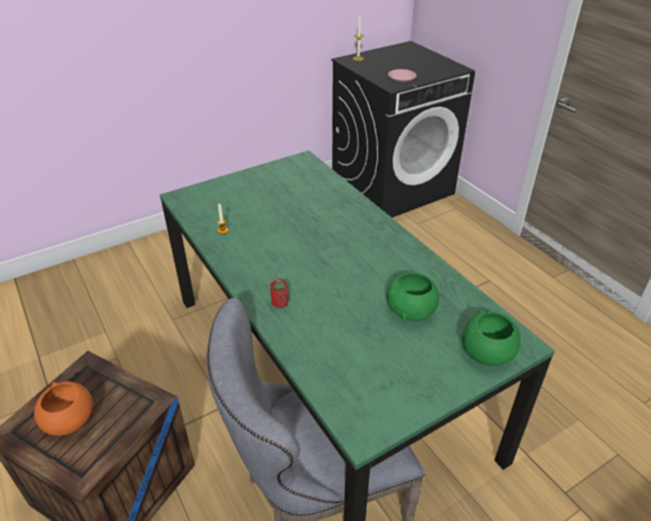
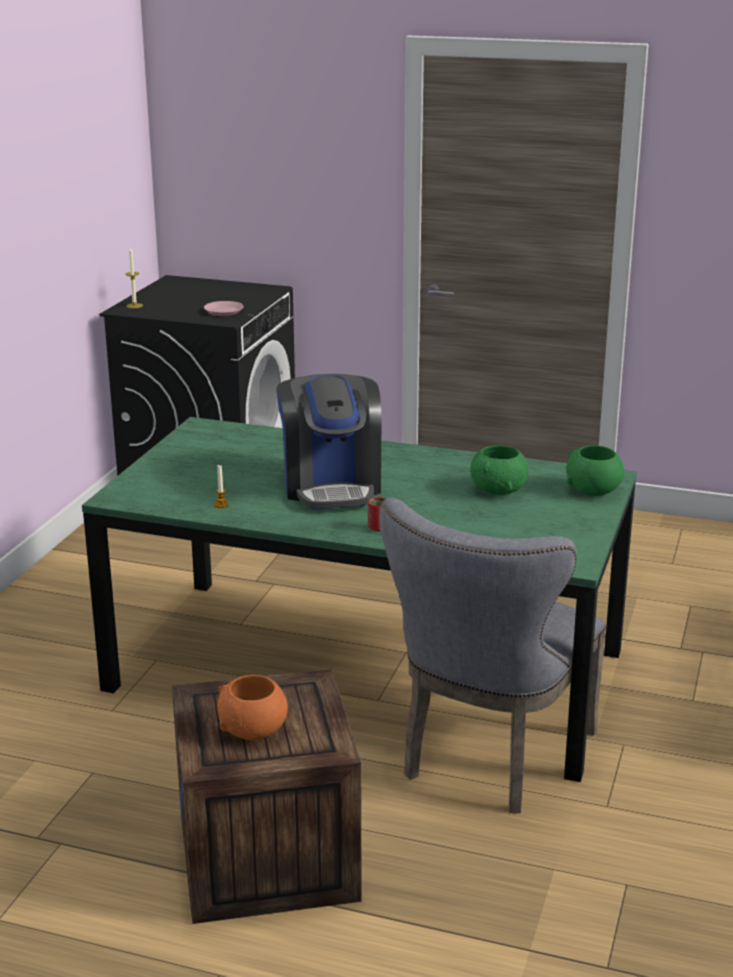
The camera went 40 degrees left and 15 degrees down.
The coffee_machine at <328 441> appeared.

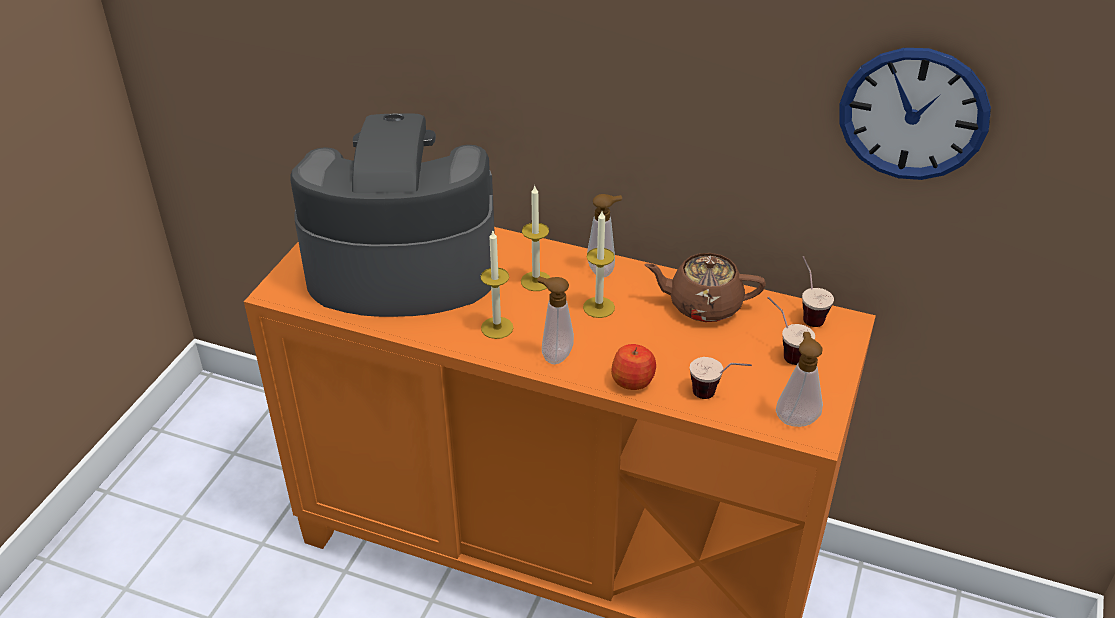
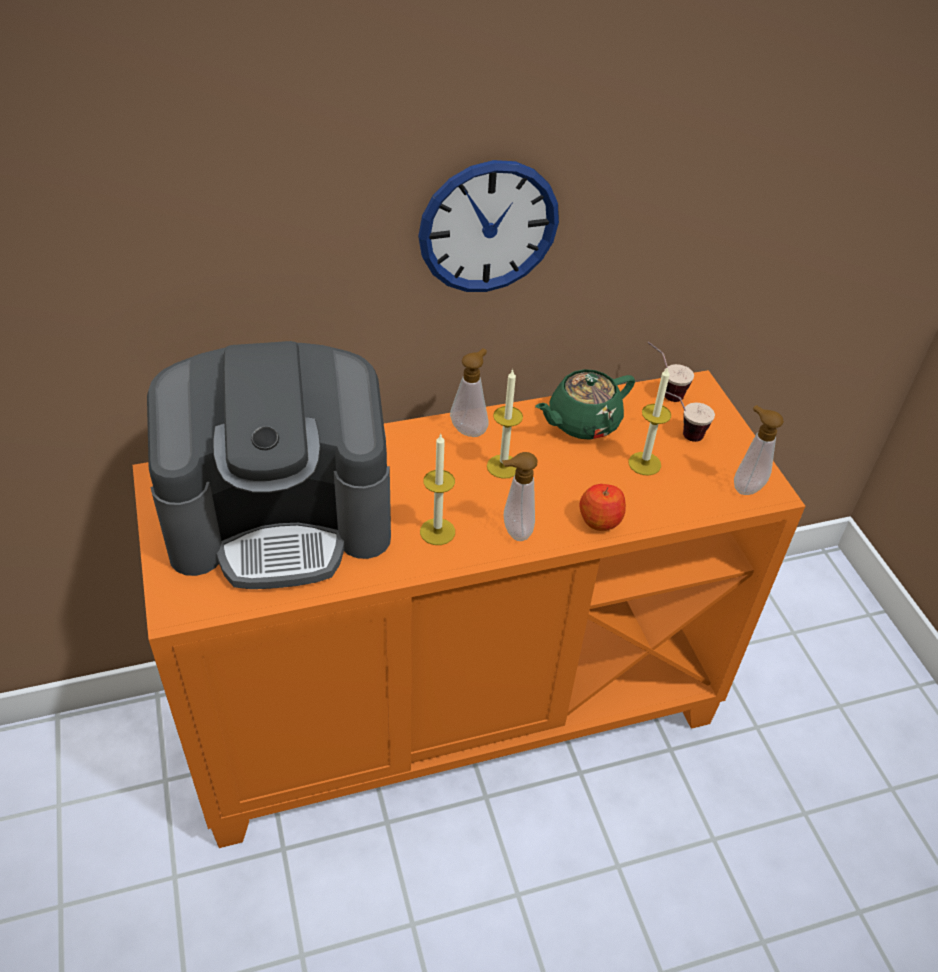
The camera went 40 degrees left and 5 degrees up.
The coffee_machine at <392 215> turned 150 degrees counterclockwise.
The candle moved from <536 238> to <649 421>.
The brown_teapot at <705 287> became the green_teapot at <585 404>.
The cup at <721 378> disappeared.
The wall_clock moved from <915 114> to <488 226>.

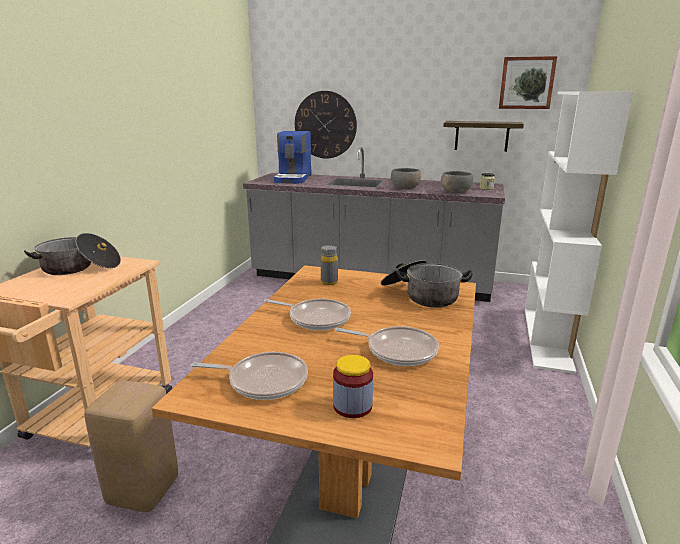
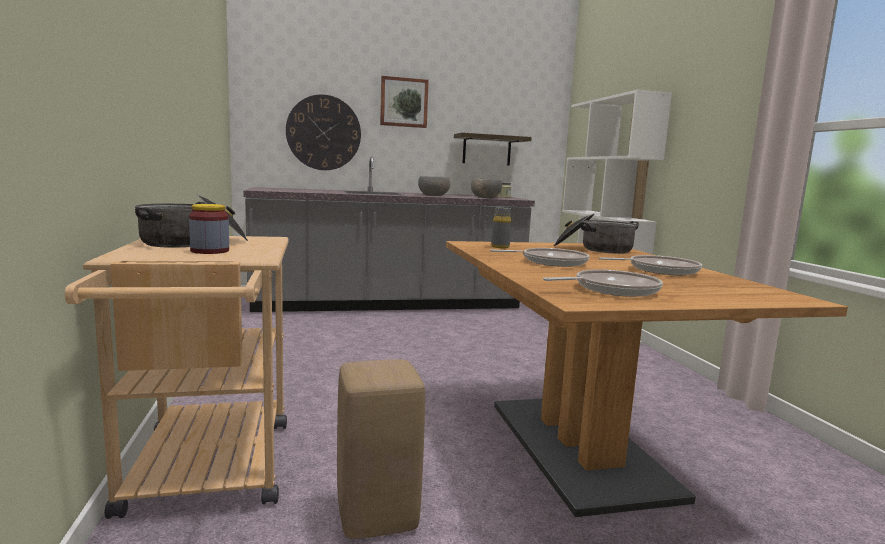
The camera went 30 degrees left and 10 degrees down.
The coffee_machine at <293 157> disappeared.
The jar moved from <353 386> to <209 229>.
The picture moved from <528 82> to <404 102>.

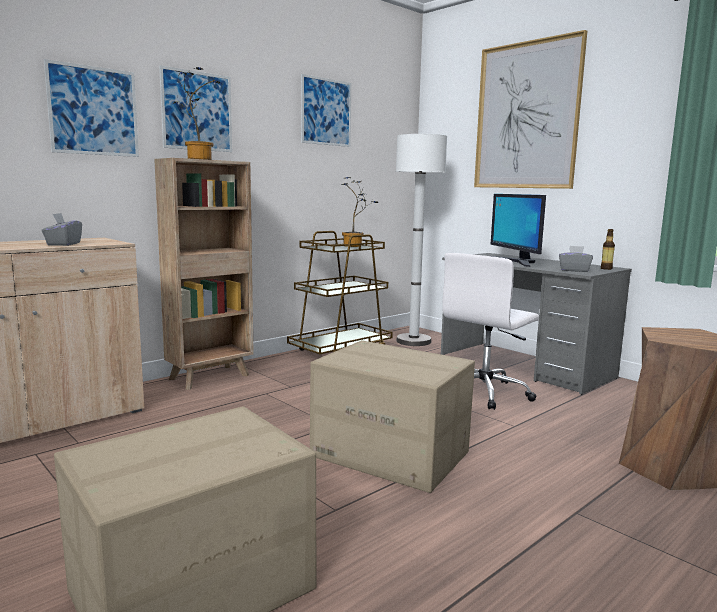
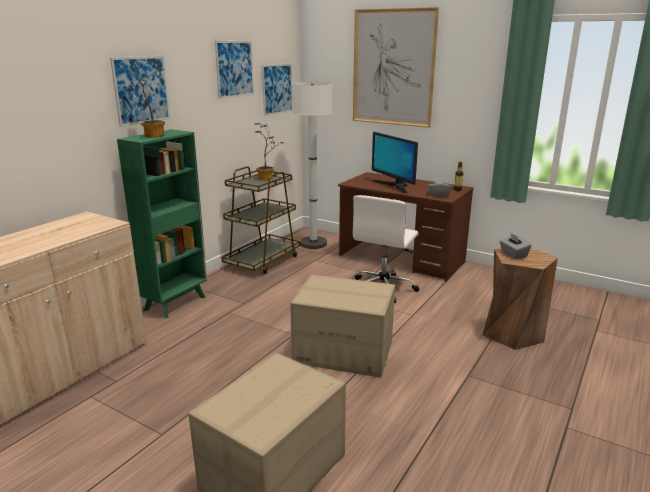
The camera went 15 degrees left and 10 degrees up.
The grey_tissue_box moved from <62 229> to <515 246>.
The picture moved from <91 108> to <277 89>.
The brown_bookcase at <204 274> became the green_bookcase at <162 223>.
The grey_desk at <536 324> became the brown_desk at <406 226>.

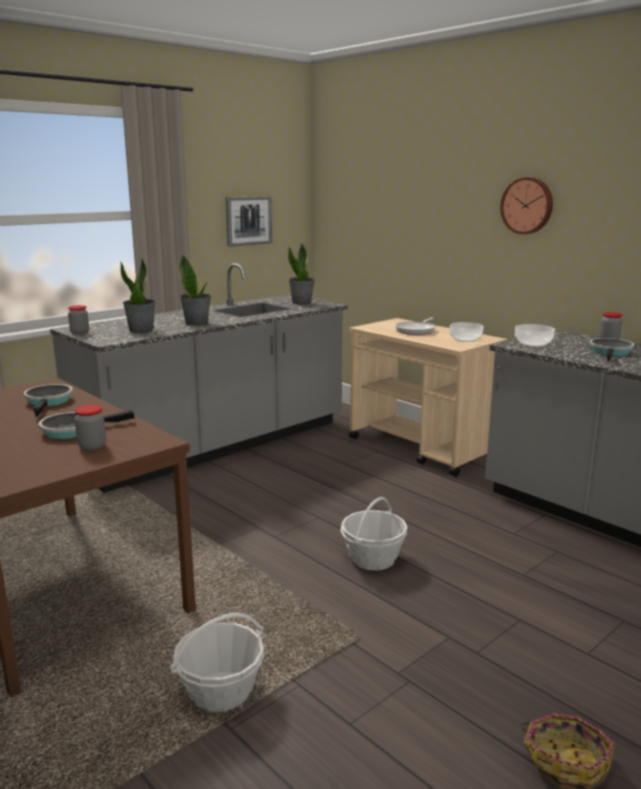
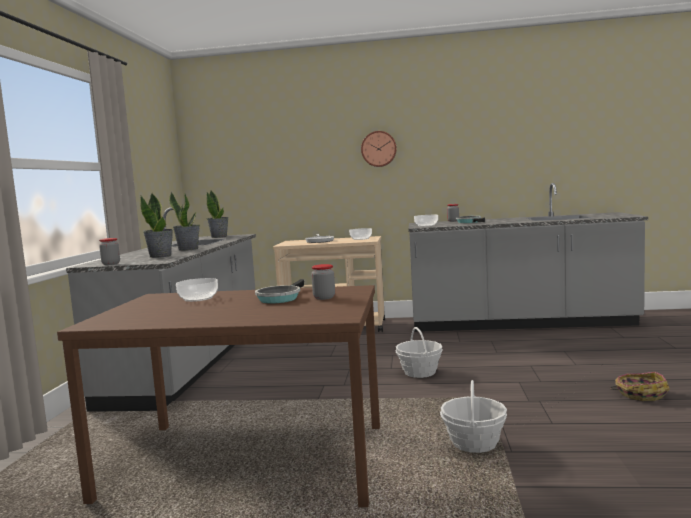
The camera went 40 degrees left and 10 degrees down.
The frying_pan at <48 400> was replaced by the bowl at <197 290>.
The picture at <249 221> disappeared.

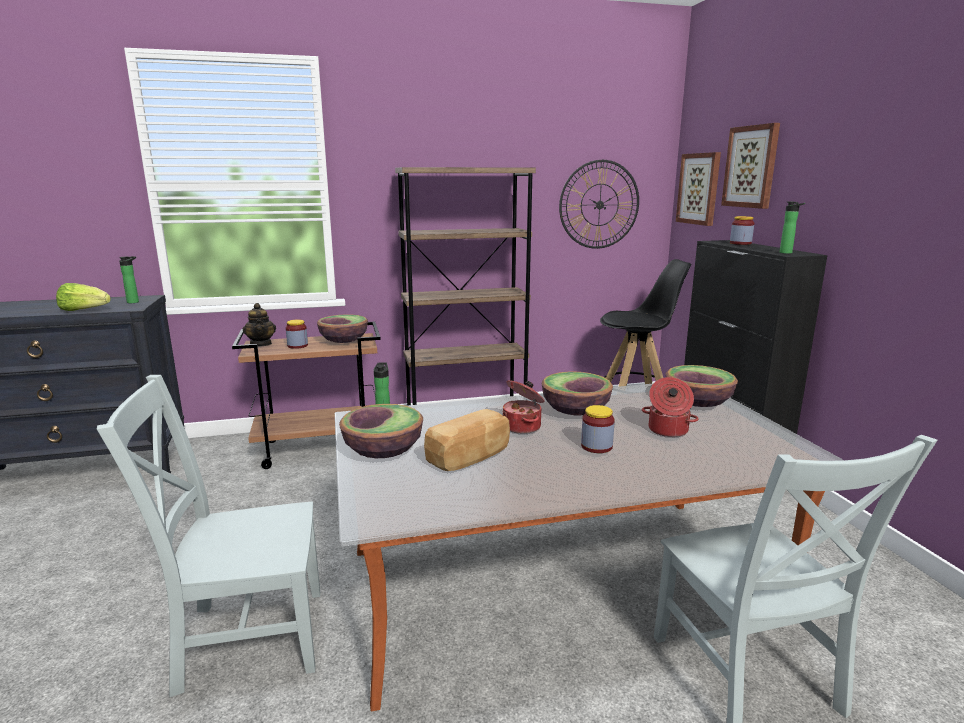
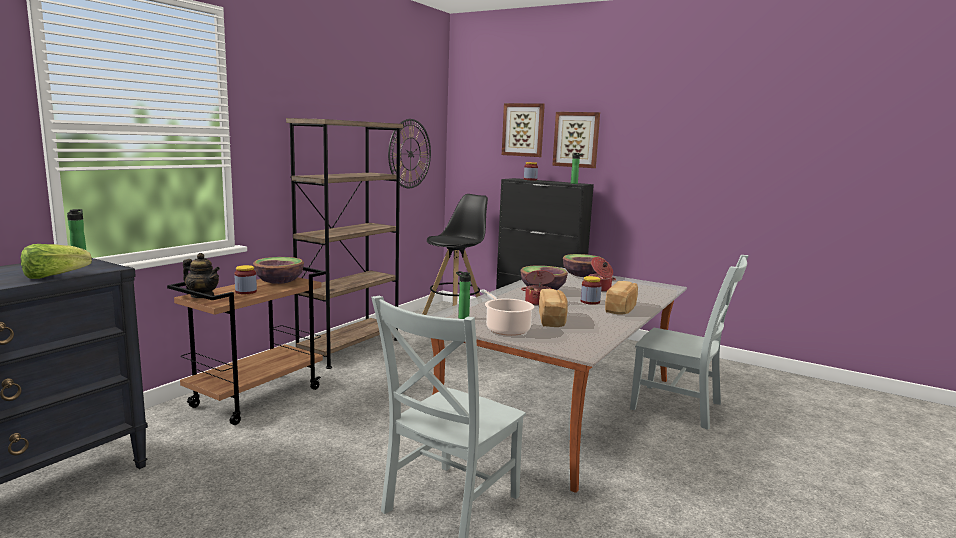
The camera went 45 degrees left and 5 degrees down.
The bowl at <381 431> was replaced by the cooking_pot at <507 312>.
The picture moved from <698 189> to <576 140>.
The bread at <621 298> appeared.

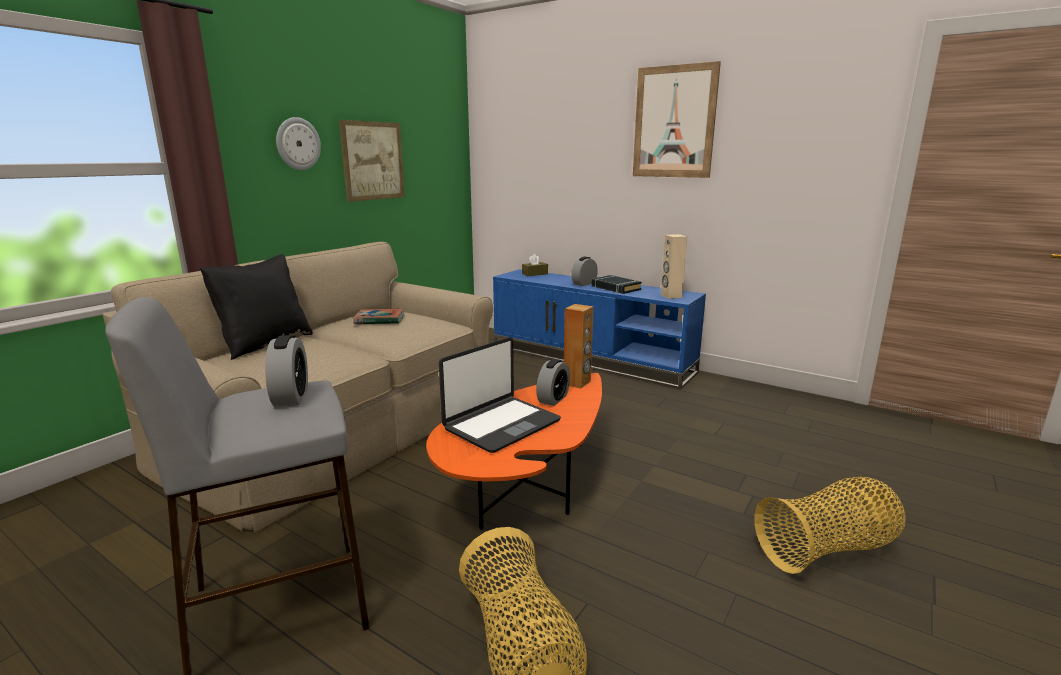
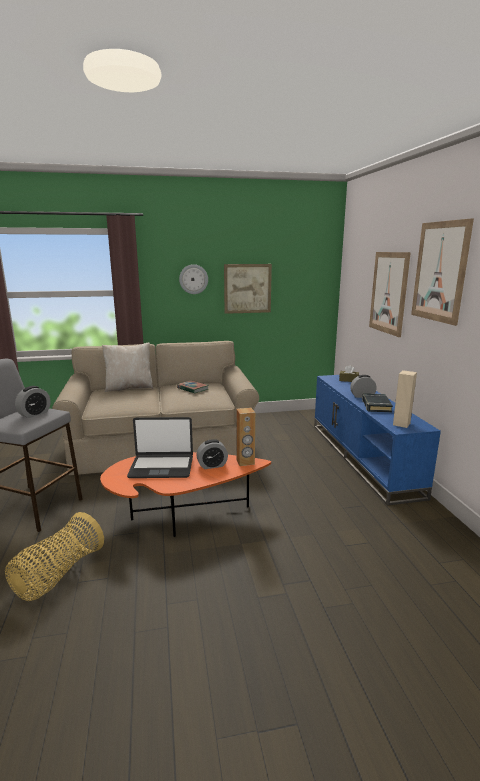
The camera went 45 degrees right and 0 degrees up.
The black_pillow at <256 307> became the beige_pillow at <128 367>.
The basket at <830 525> disappeared.
The picture at <390 294> appeared.

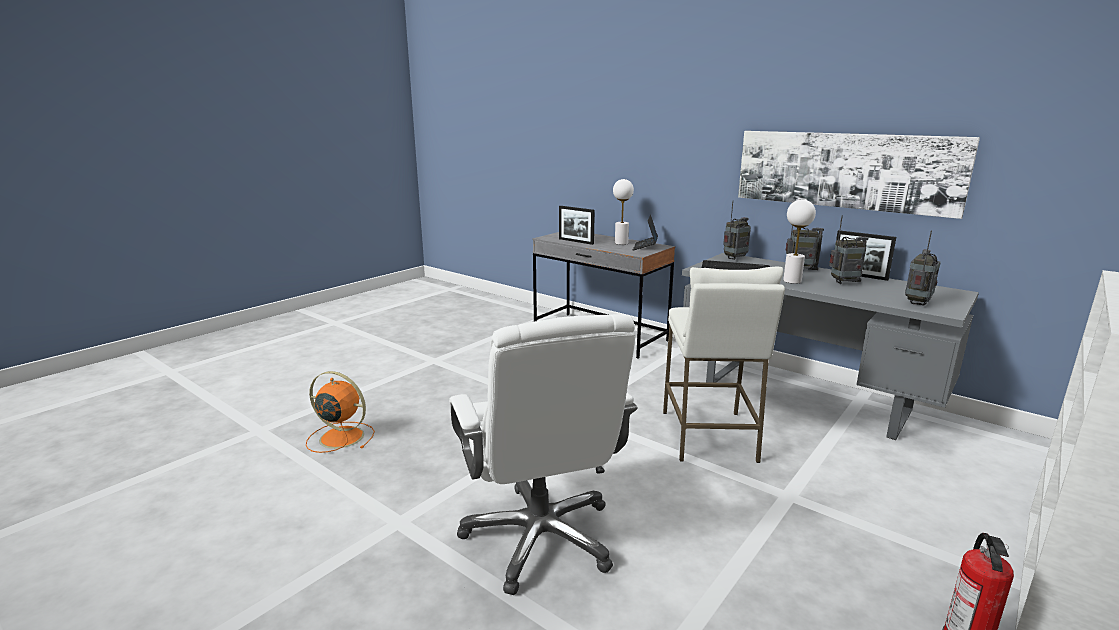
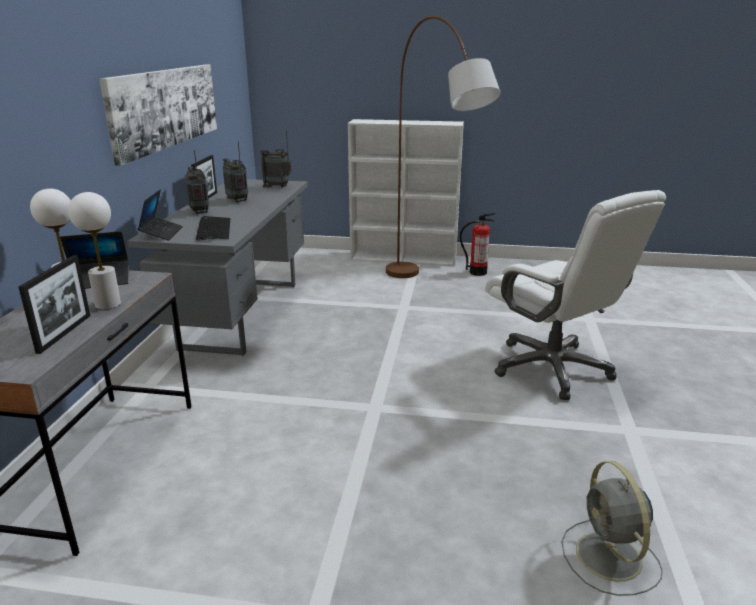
The camera went 120 degrees left and 5 degrees up.
The orange_fan at <340 412> became the grey_fan at <612 528>.
The white_office_chair at <543 454> turned 105 degrees clockwise.
The white_stool at <724 365> disappeared.
The radio at <737 230> was replaced by the laptop at <160 215>.
The white_table_lamp moved from <799 241> to <94 251>.
The brown_floor_lamp at <443 147> appeared.

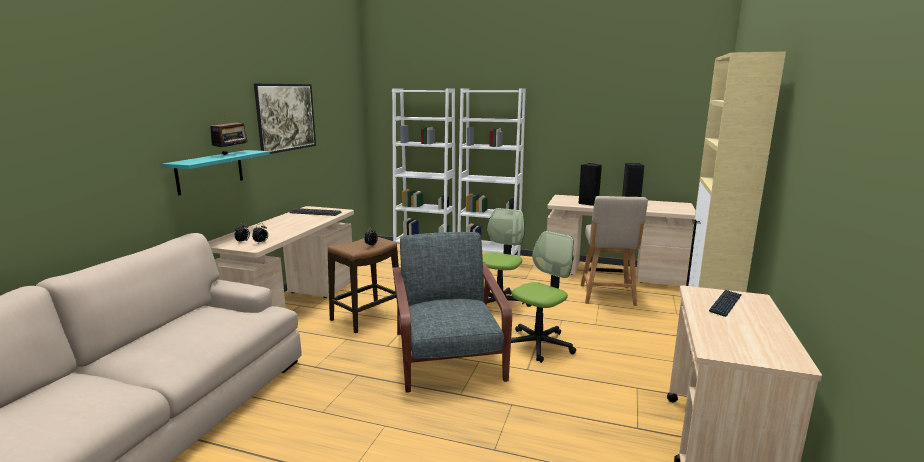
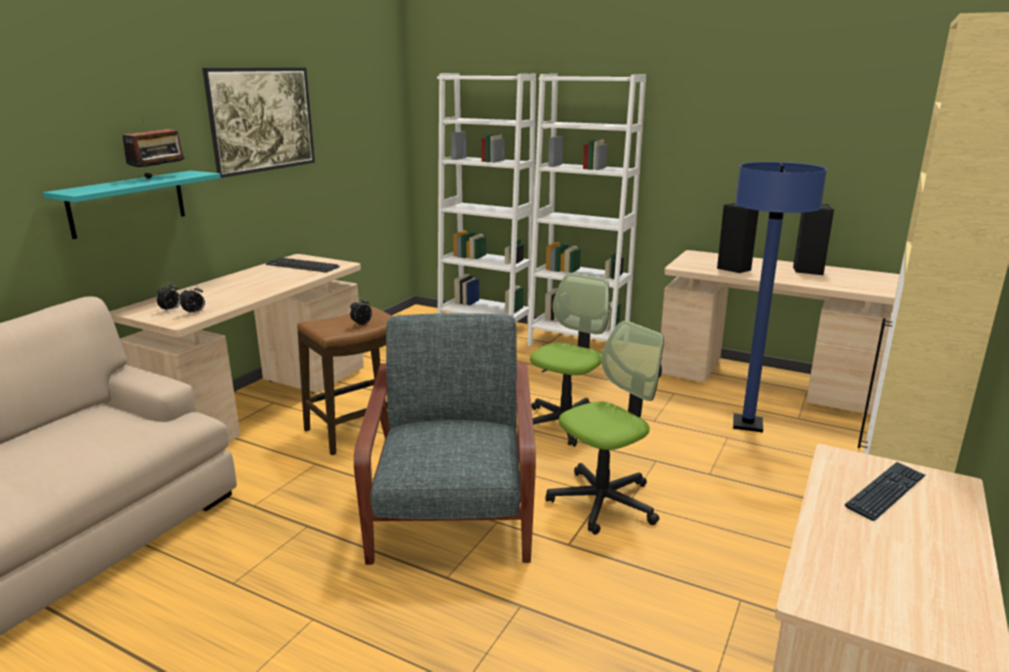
The camera went 10 degrees right and 5 degrees up.
The beige_chair at <614 251> was replaced by the blue_floor_lamp at <780 297>.

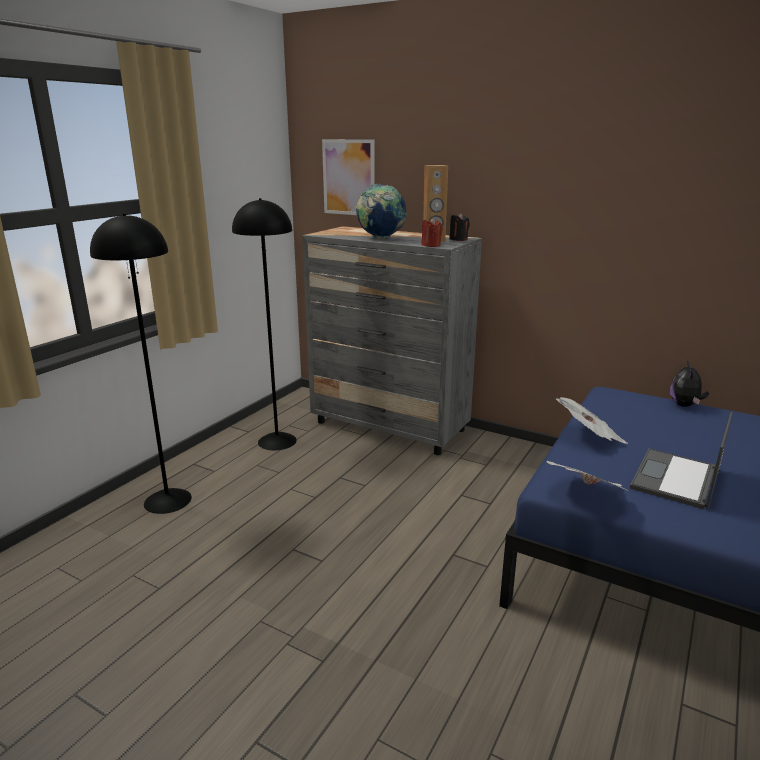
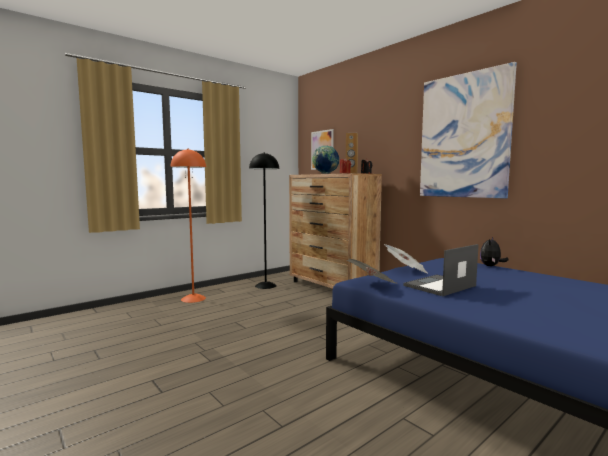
The camera went 20 degrees right and 15 degrees down.
The black_floor_lamp at <141 363> became the orange_floor_lamp at <188 226>.
The grey_dresser at <392 340> became the brown_dresser at <335 231>.
The picture at <468 130> appeared.

